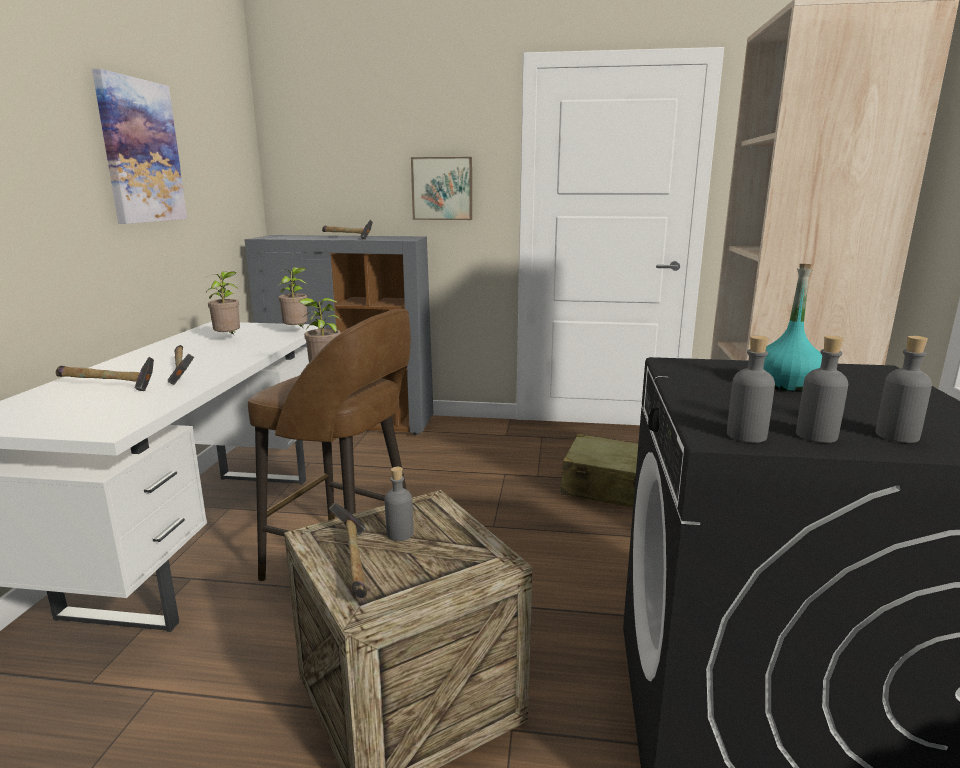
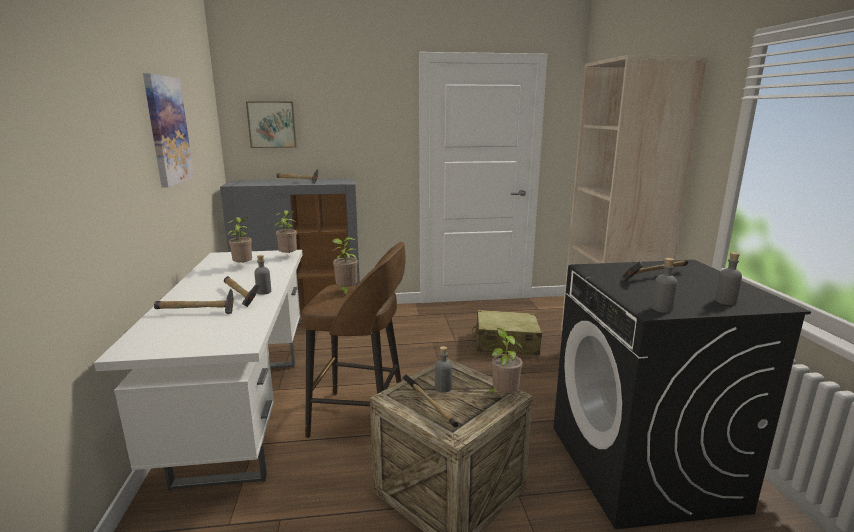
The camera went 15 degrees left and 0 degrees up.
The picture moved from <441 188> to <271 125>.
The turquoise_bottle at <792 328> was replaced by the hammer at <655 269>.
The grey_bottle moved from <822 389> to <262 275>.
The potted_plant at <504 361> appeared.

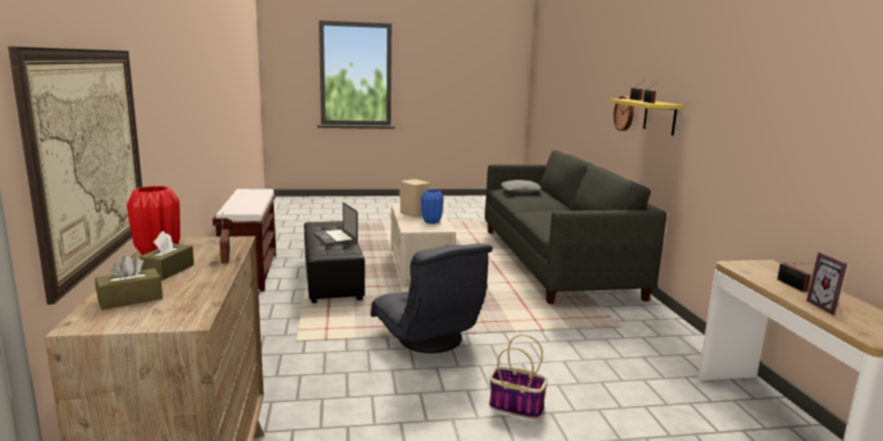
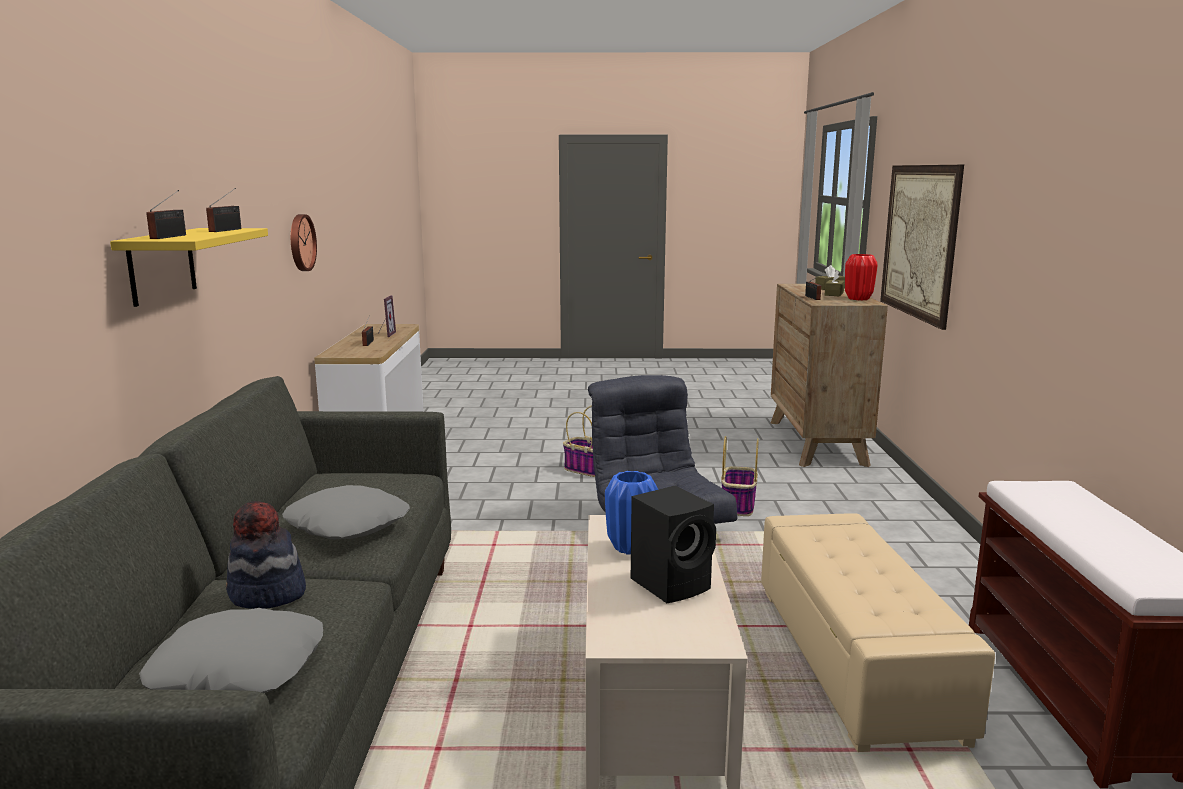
The camera went 170 degrees left and 0 degrees up.
The black_ottoman at <334 262> became the beige_ottoman at <878 632>.
The laptop at <335 223> disappeared.
The beige_speaker at <414 198> became the black_speaker at <673 544>.
The wall_clock moved from <624 113> to <304 242>.
The hat at <266 555> appeared.
The grey_pillow at <346 512> appeared.
The basket at <740 476> appeared.

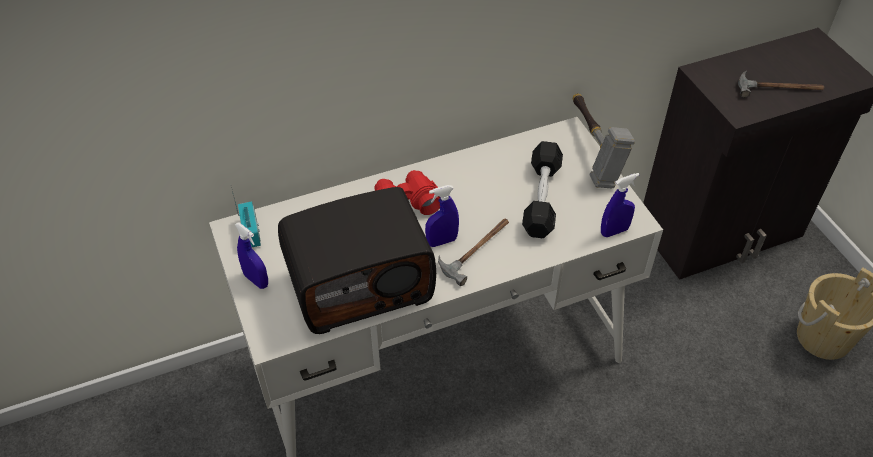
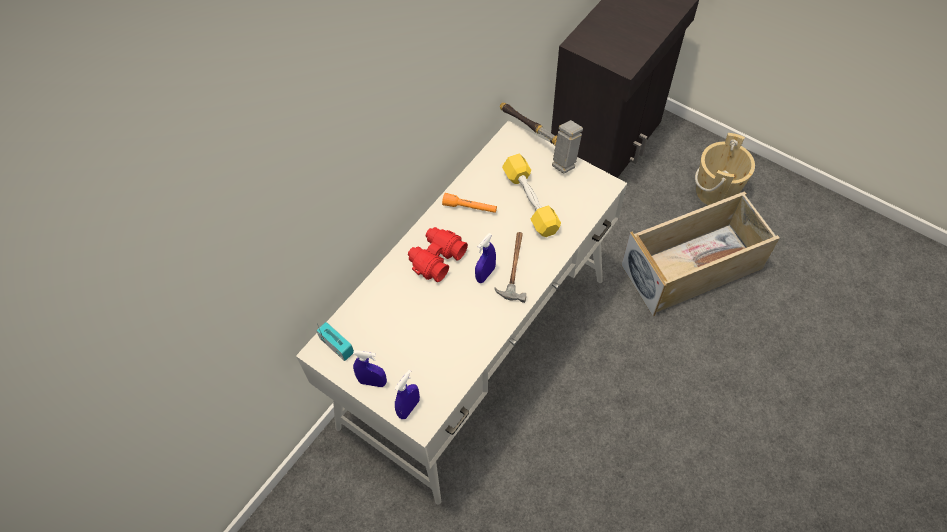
The camera went 30 degrees left and 10 degrees up.
The radio at <357 260> disappeared.
The black_dumbbell at <542 189> became the yellow_dumbbell at <531 195>.
The blue_spray_bottle moved from <620 205> to <407 394>.
The hammer at <781 84> disappeared.
The orange_flashlight at <469 203> appeared.
The beige_storage_box at <700 253> appeared.

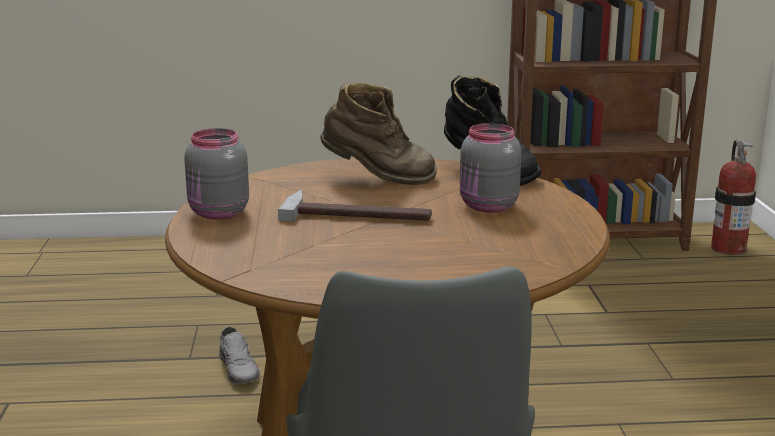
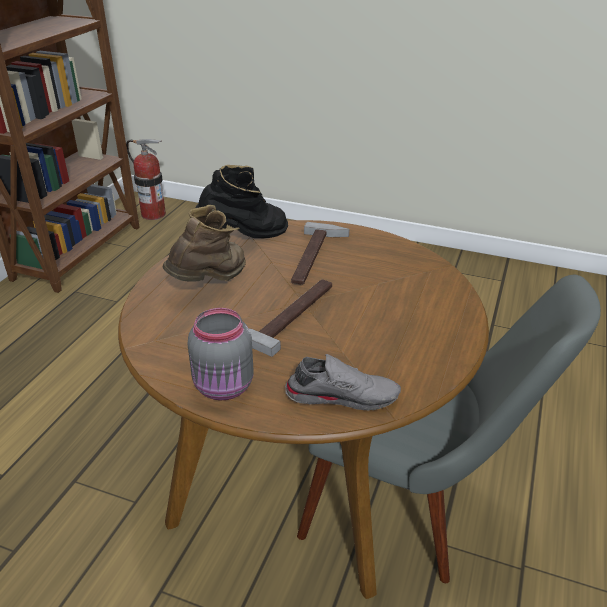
The camera went 65 degrees left and 15 degrees up.
The grey_shoe moved from <239 355> to <343 382>.
The grey_jar at <491 167> was replaced by the hammer at <320 253>.

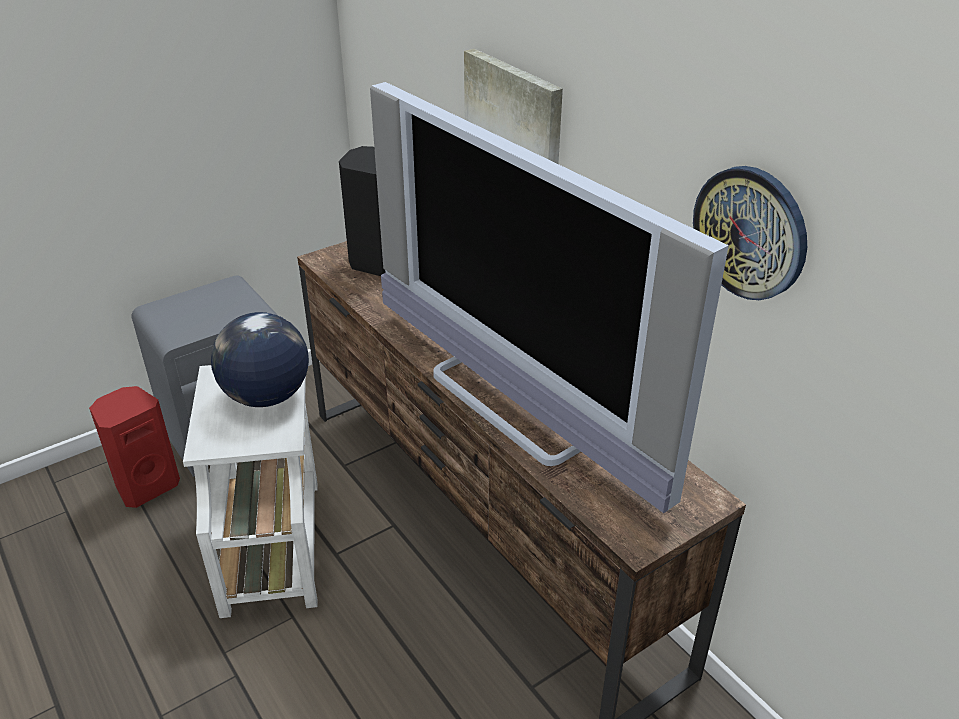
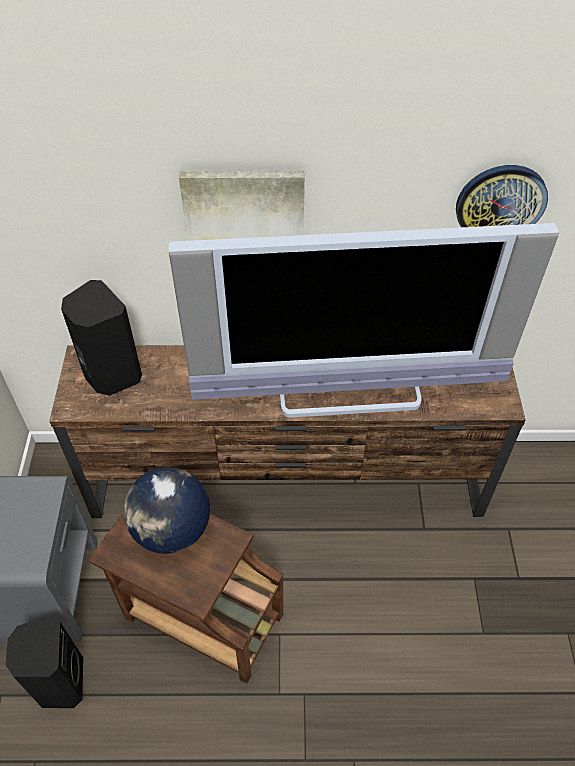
The camera went 55 degrees left and 15 degrees up.
The red_speaker at <134 447> became the black_speaker at <44 662>.
The white_side_table at <250 491> became the brown_side_table at <185 597>.

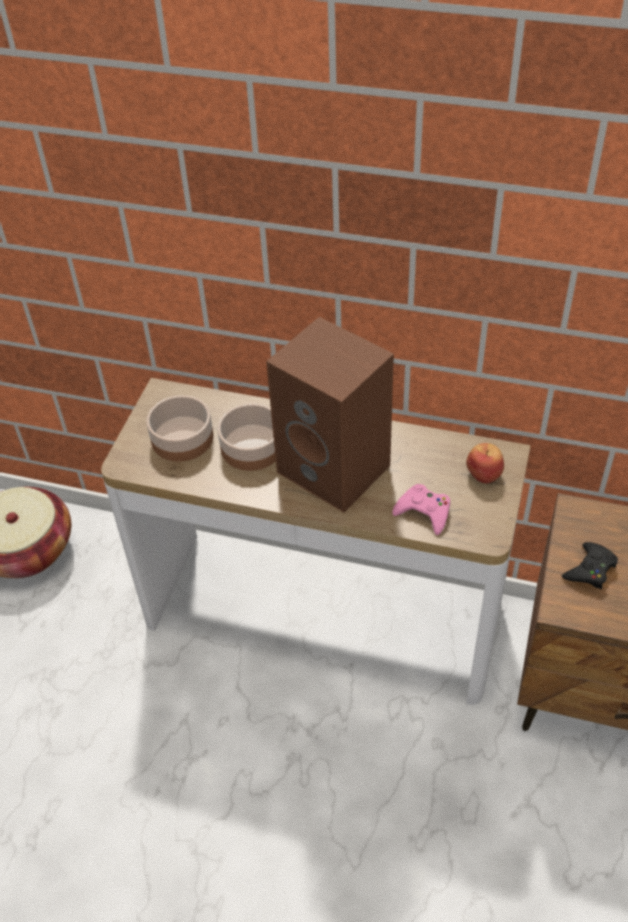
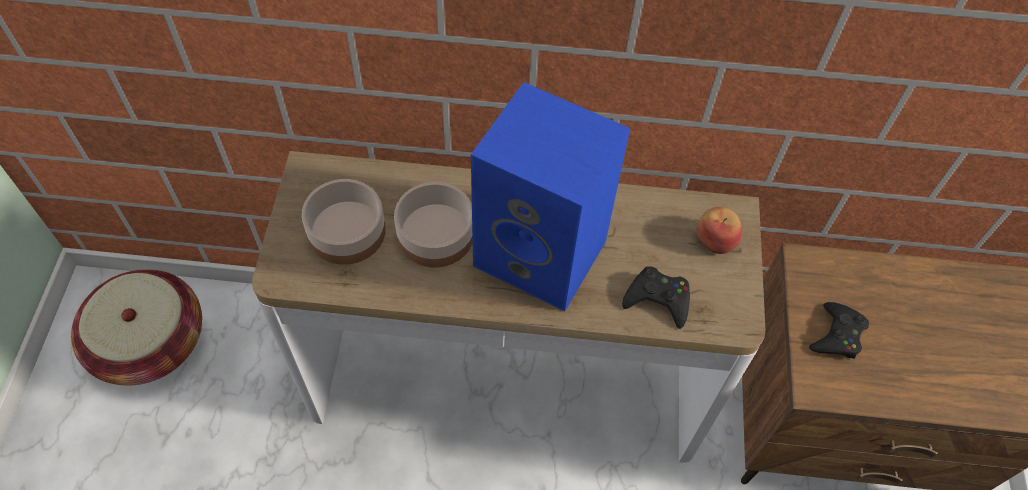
The camera went 15 degrees left and 10 degrees up.
The brown_speaker at <330 415> became the blue_speaker at <550 197>.
The pink_game_controller at <421 509> became the black_game_controller at <656 297>.

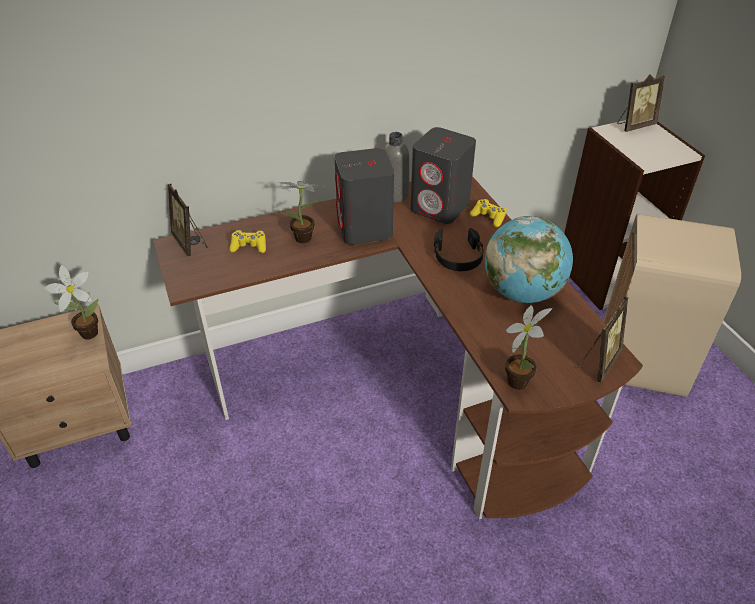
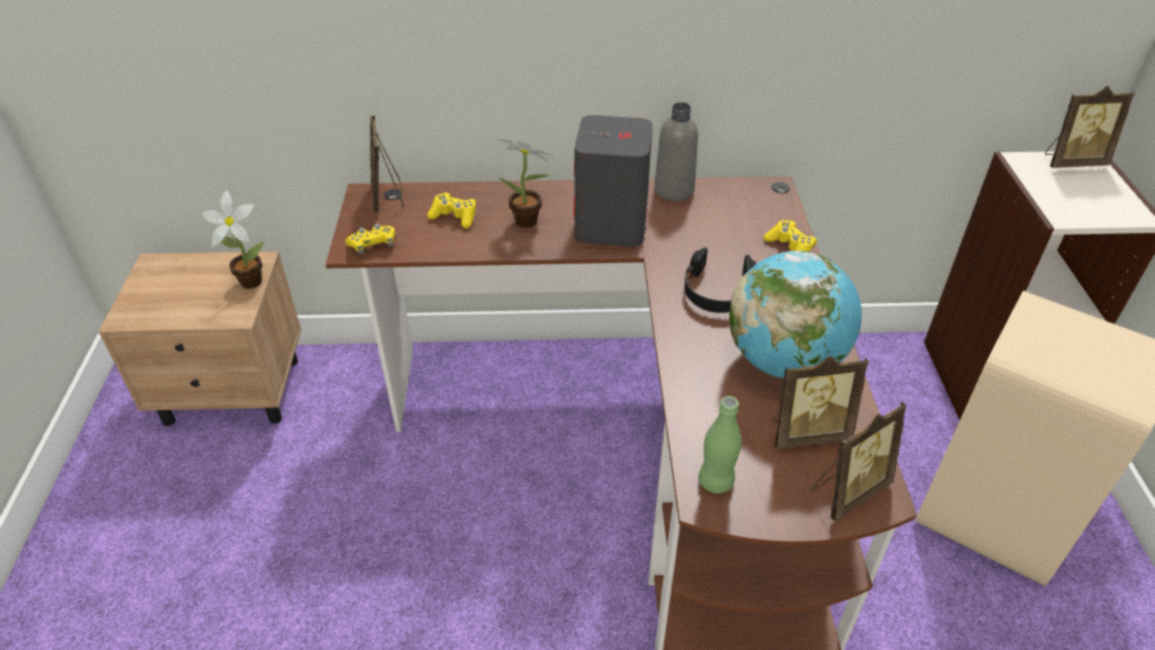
The camera went 20 degrees right and 0 degrees up.
The grey_speaker at <443 175> disappeared.
The potted_plant at <528 347> was replaced by the green_bottle at <720 444>.
The yellow_game_controller at <370 239> appeared.
The picture_frame at <821 402> appeared.

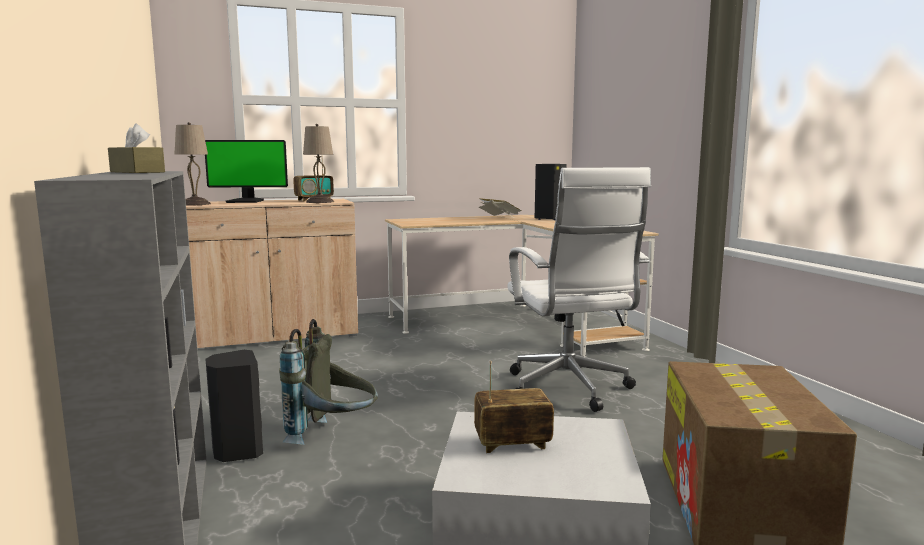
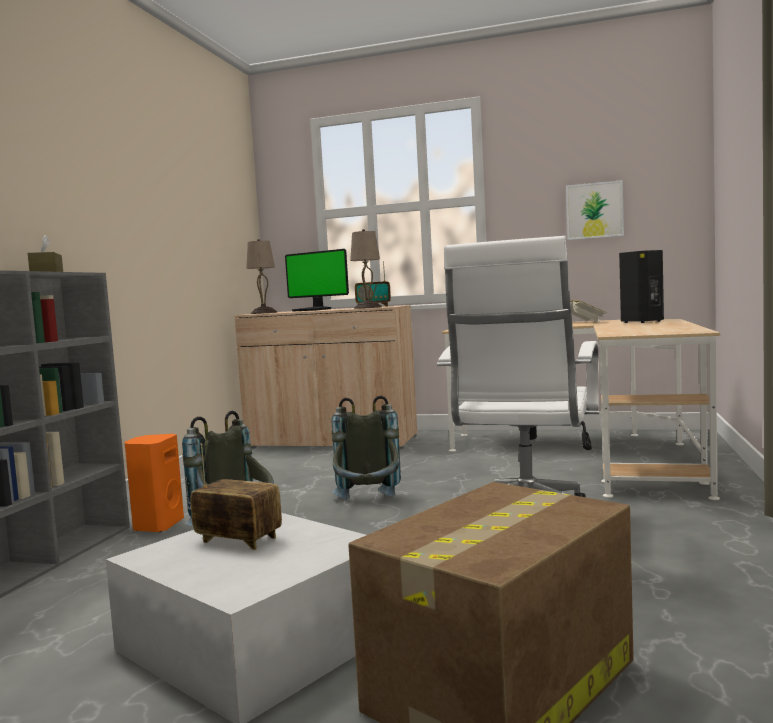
The camera went 35 degrees right and 5 degrees down.
The black_speaker at <234 406> became the orange_speaker at <154 483>.
The grey_backpack at <366 448> appeared.
The picture at <595 210> appeared.

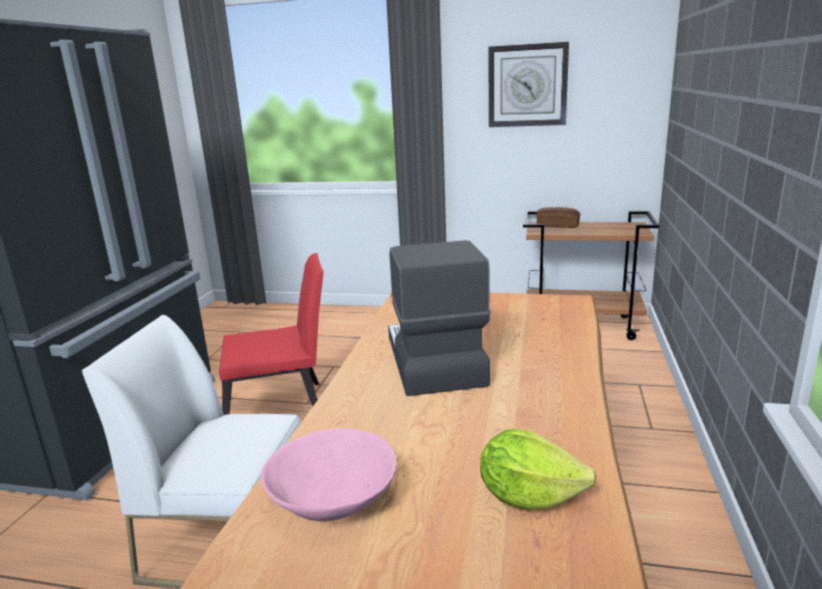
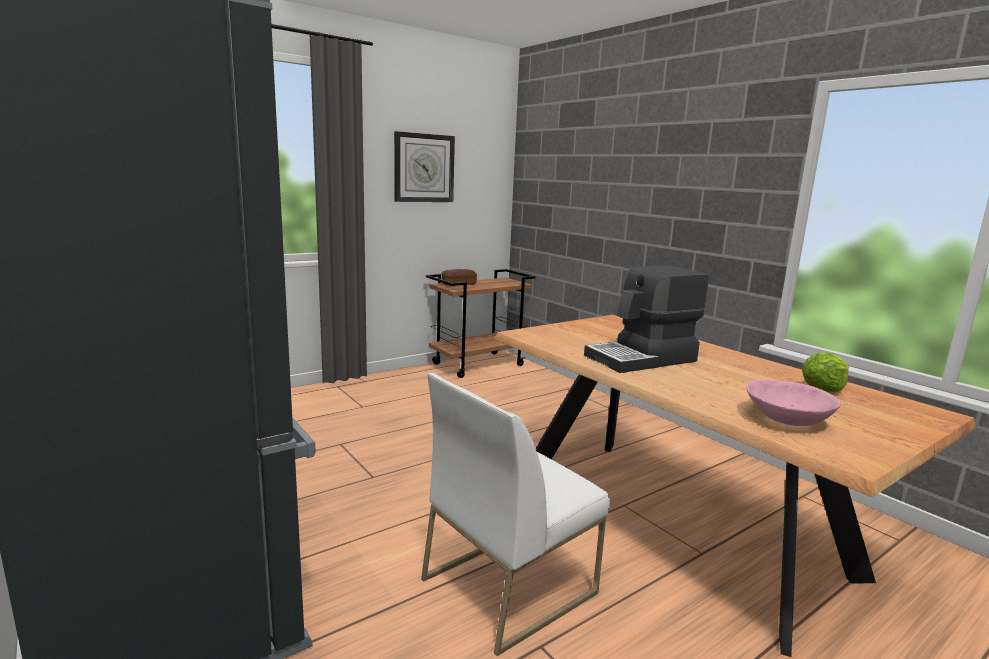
The camera went 50 degrees left and 5 degrees down.
The red_chair at <271 334> disappeared.
The coffee_machine at <439 318> turned 60 degrees counterclockwise.

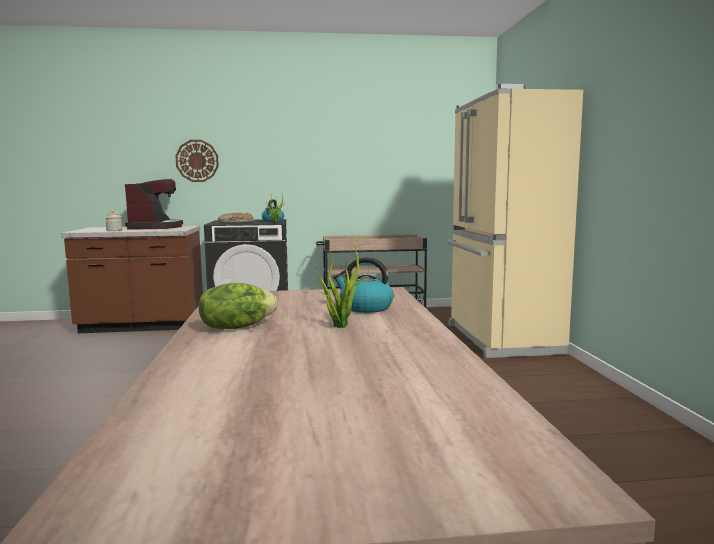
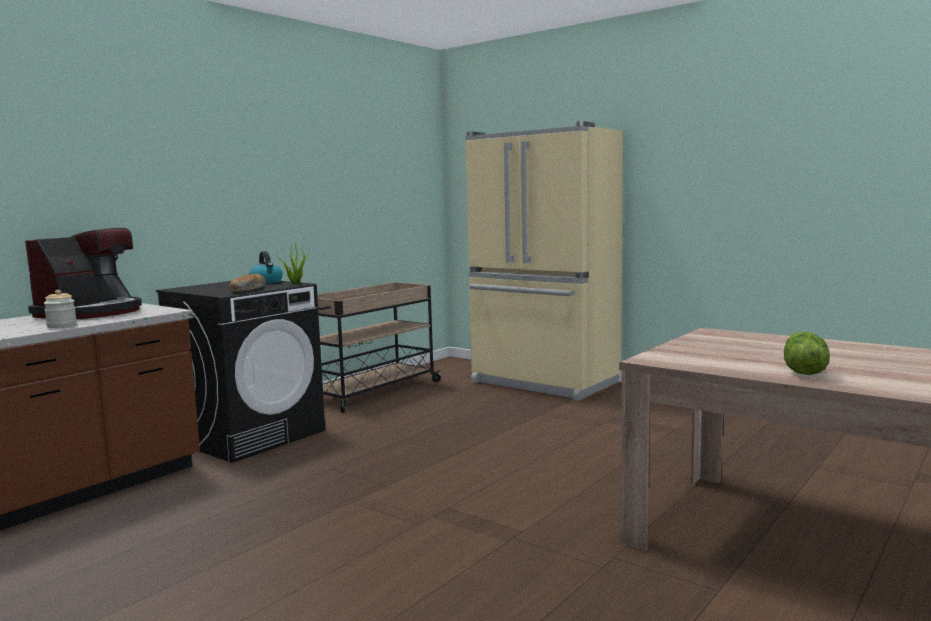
The camera went 45 degrees left and 0 degrees up.
The coffee_machine at <154 204> turned 75 degrees clockwise.
The wall_clock at <197 161> disappeared.
The potted_plant at <343 281> disappeared.
The kettle at <363 285> disappeared.

